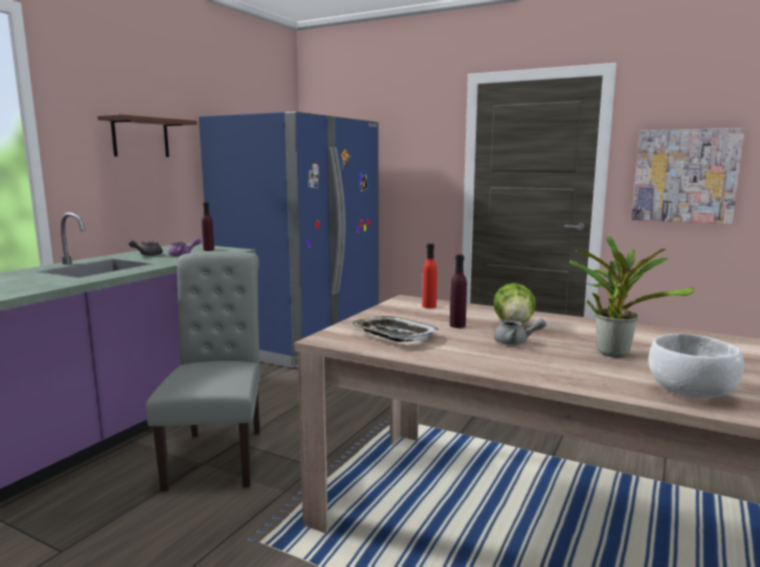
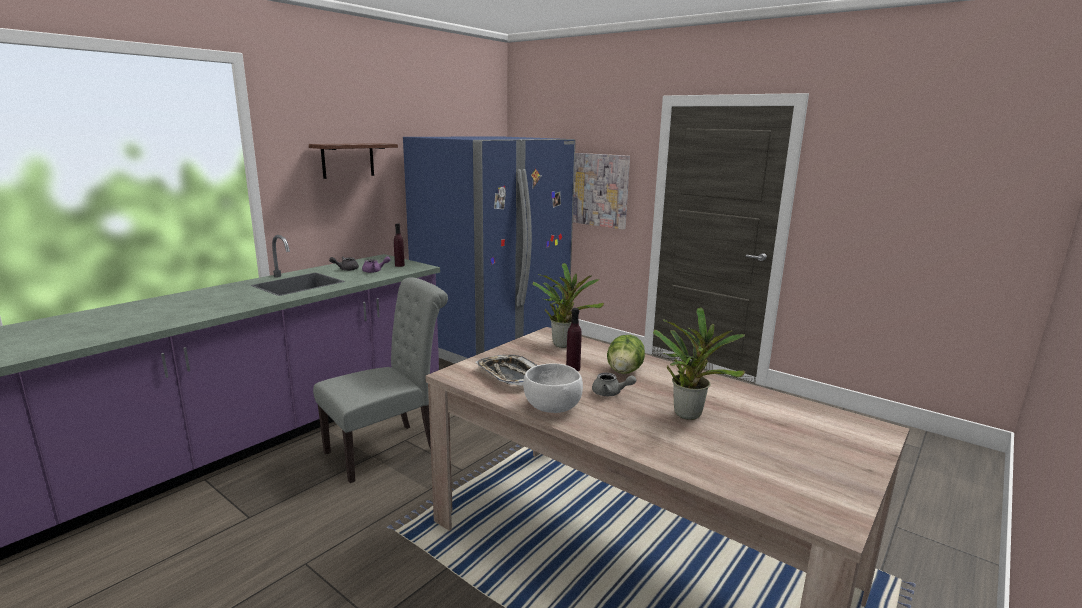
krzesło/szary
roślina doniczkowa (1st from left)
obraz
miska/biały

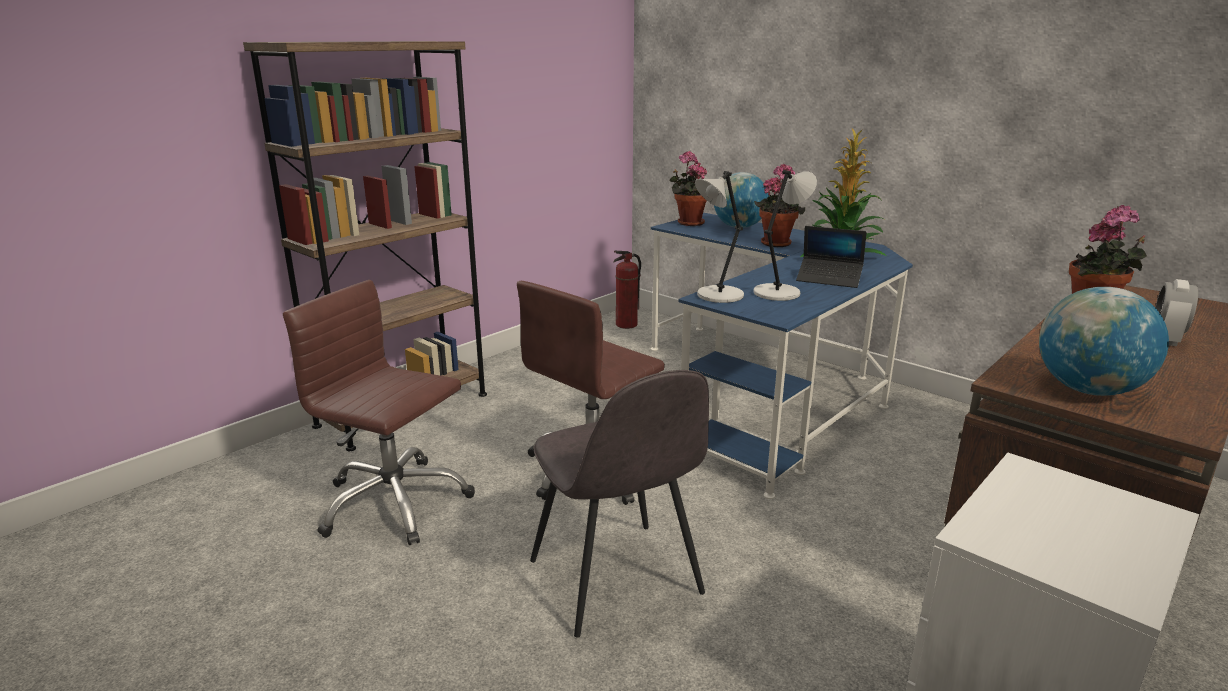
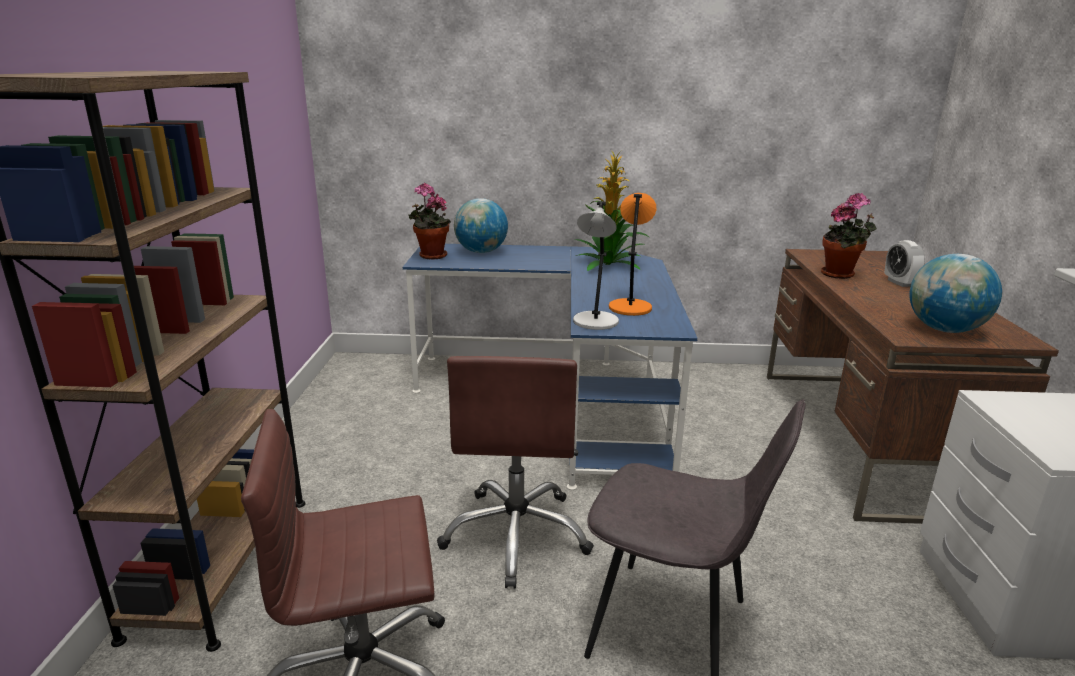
gaśnica
lampa stołowa/pomarańczowy
roślina doniczkowa (2nd from left in the first image)
laptop

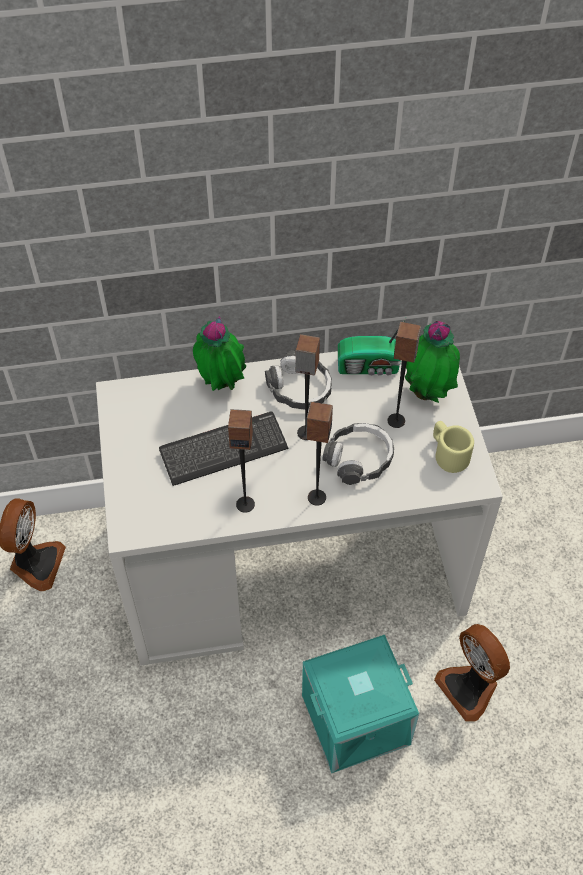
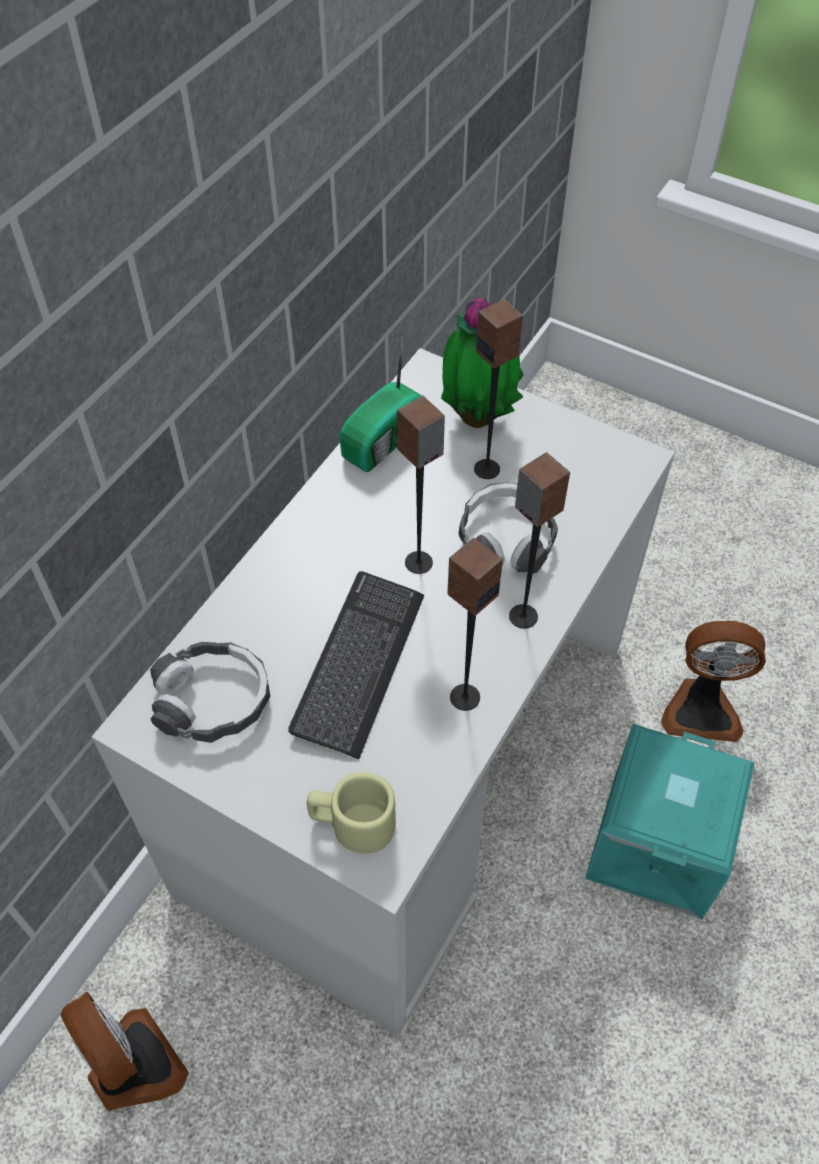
roślina doniczkowa (1st from left in the first image)
słuchawki (1st from left)
kubek/beżowy

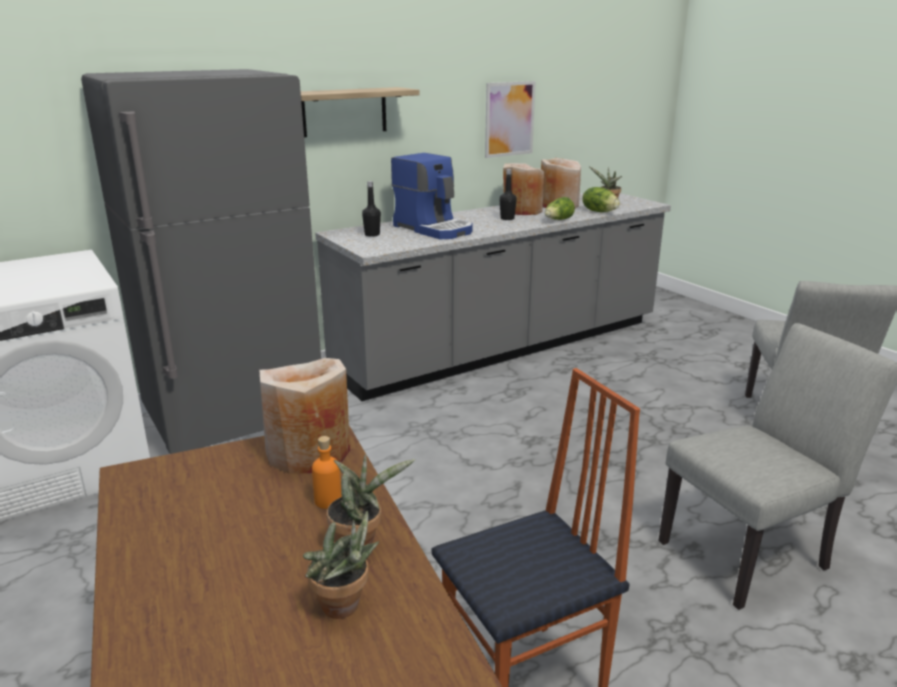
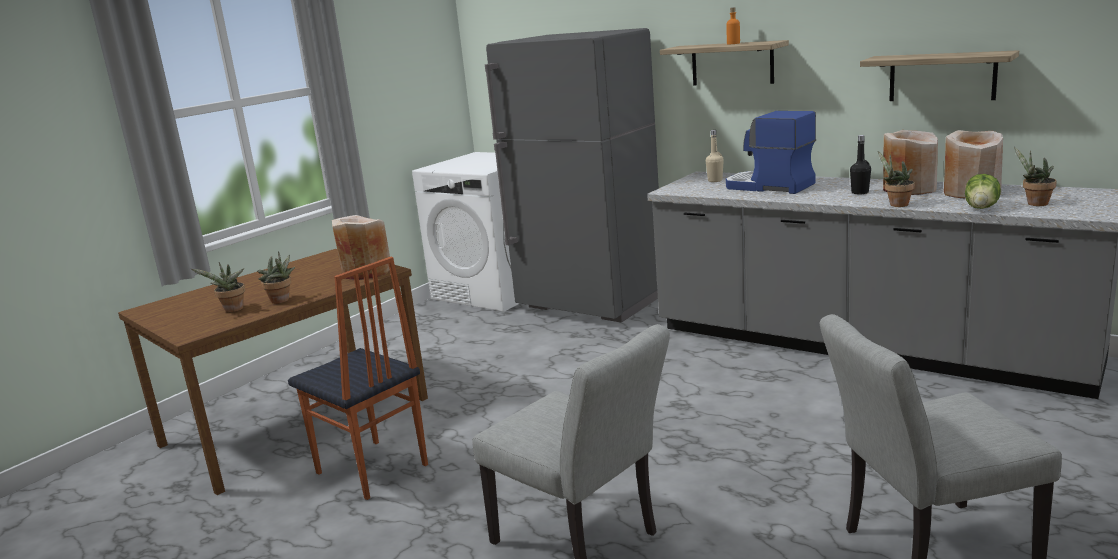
butelka/pomarańczowy
butelka/beżowy
ekspres do kawy
półka (2nd from left)
roślina doniczkowa (3rd from left)

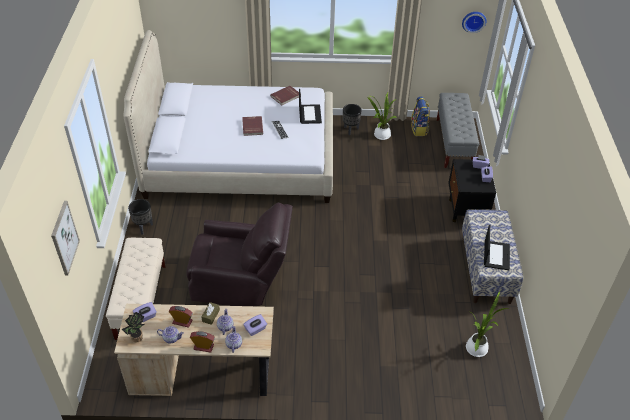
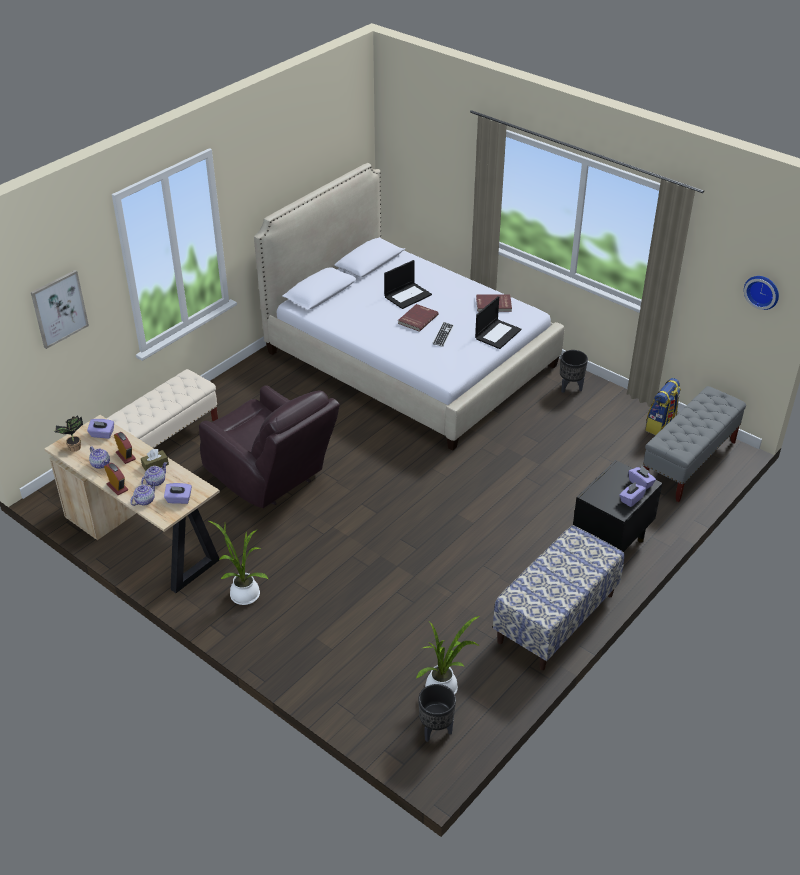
donica/czarny (1st from left)
roślina doniczkowa (2nd from left)
laptop (1st from left)

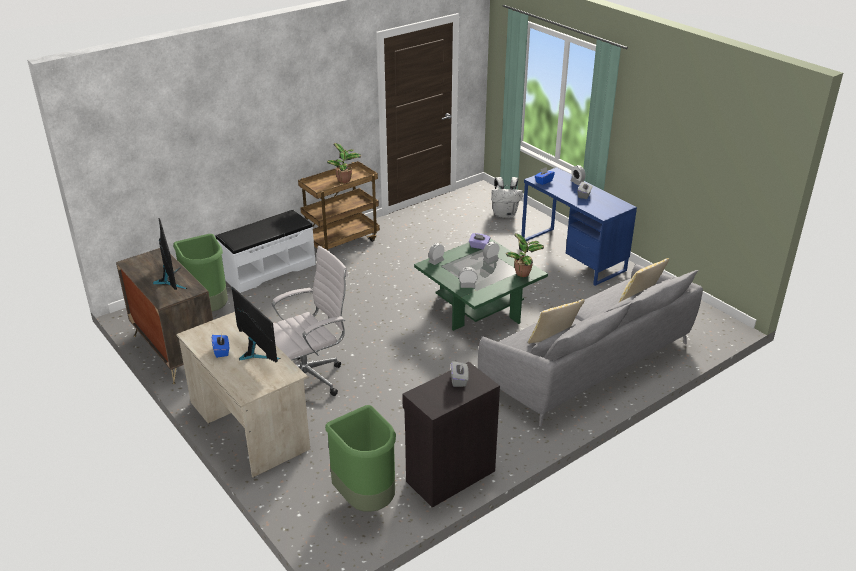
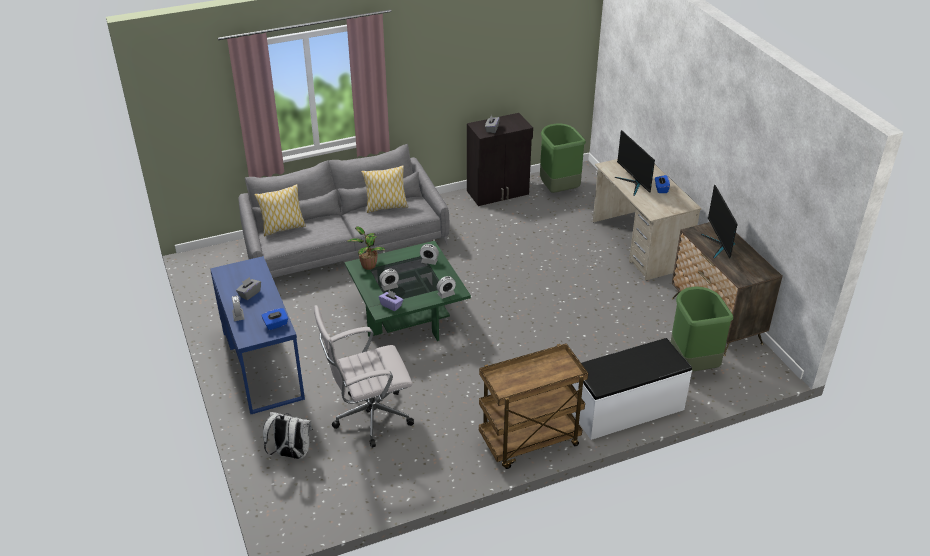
krzesło biurowe/biały
roślina doniczkowa (1st from left in the first image)

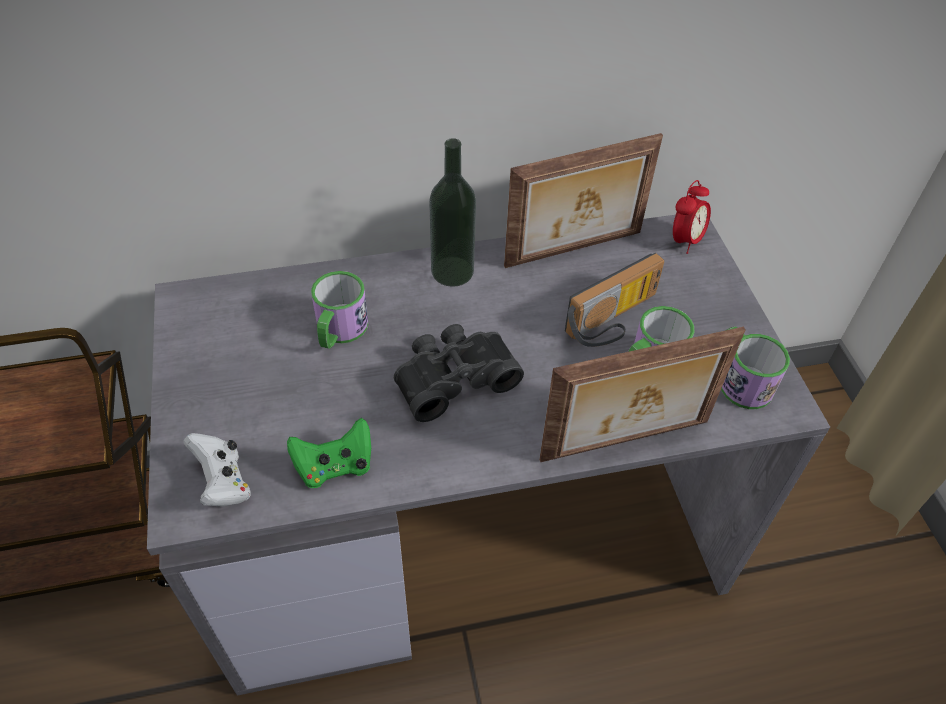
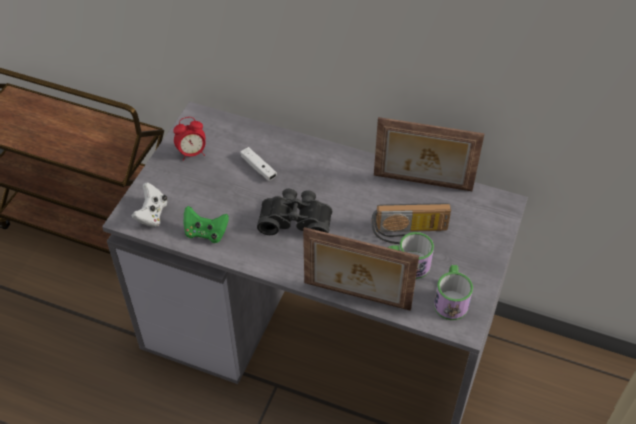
pad do gier/biały (2nd from left)
butelka
budzik

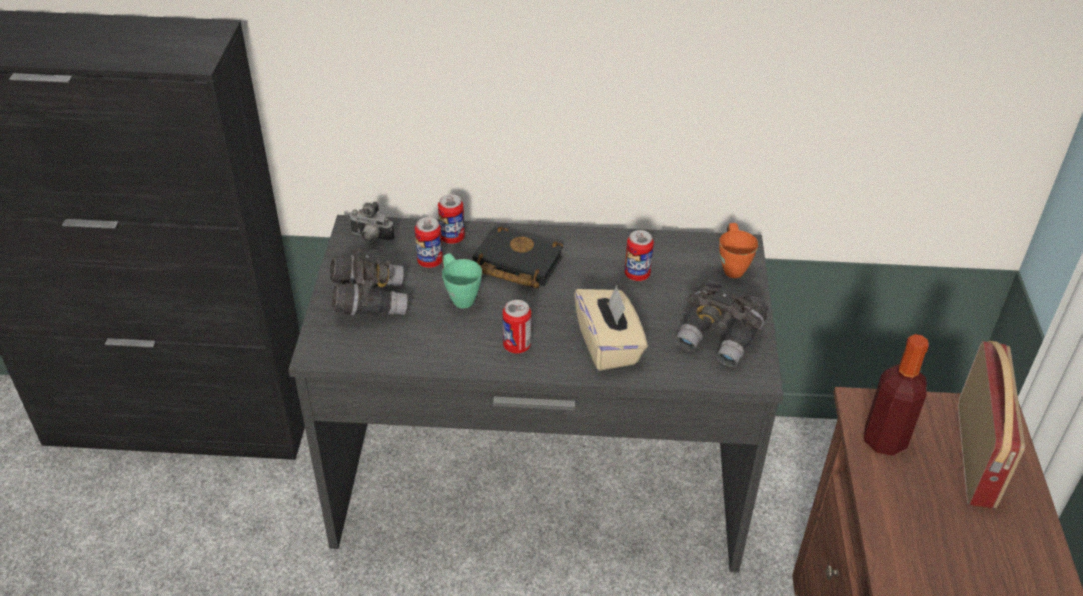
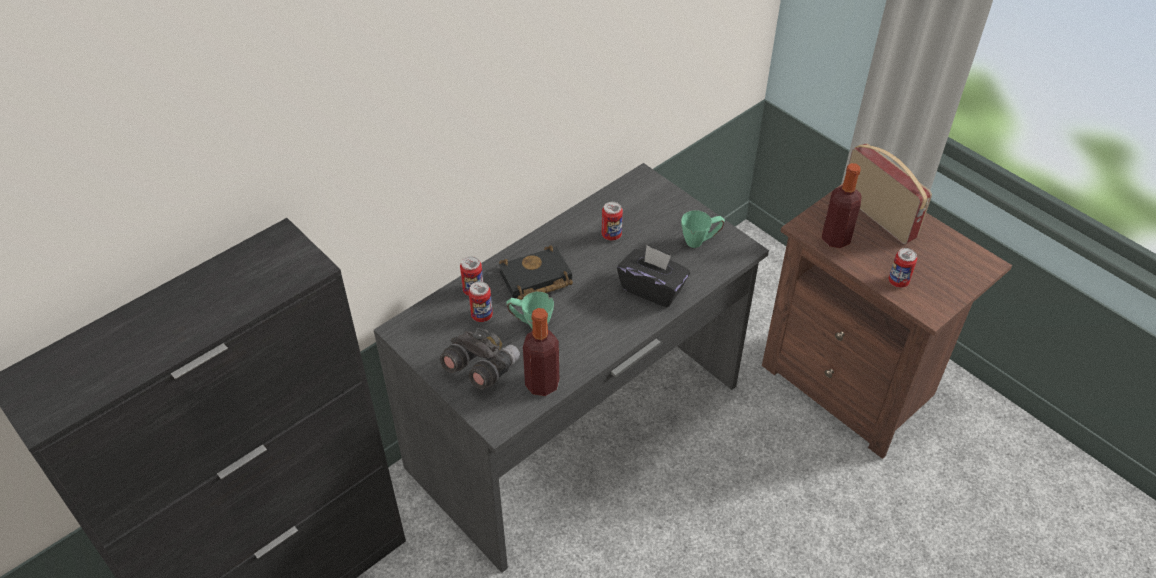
aparat fotograficzny
puszka (4th from left)
pudełko chusteczek/czarny
kubek/zielony (2nd from left)
kubek/pomarańczowy
butelka (1st from left)

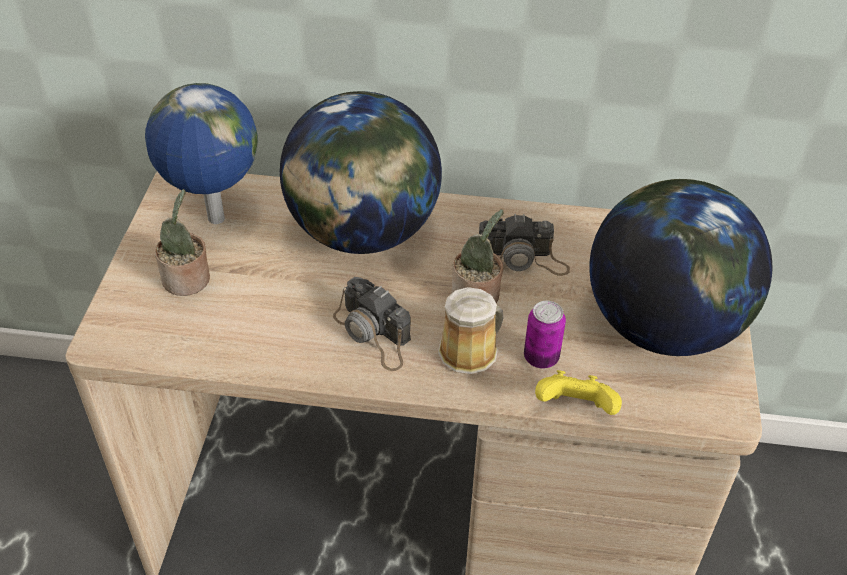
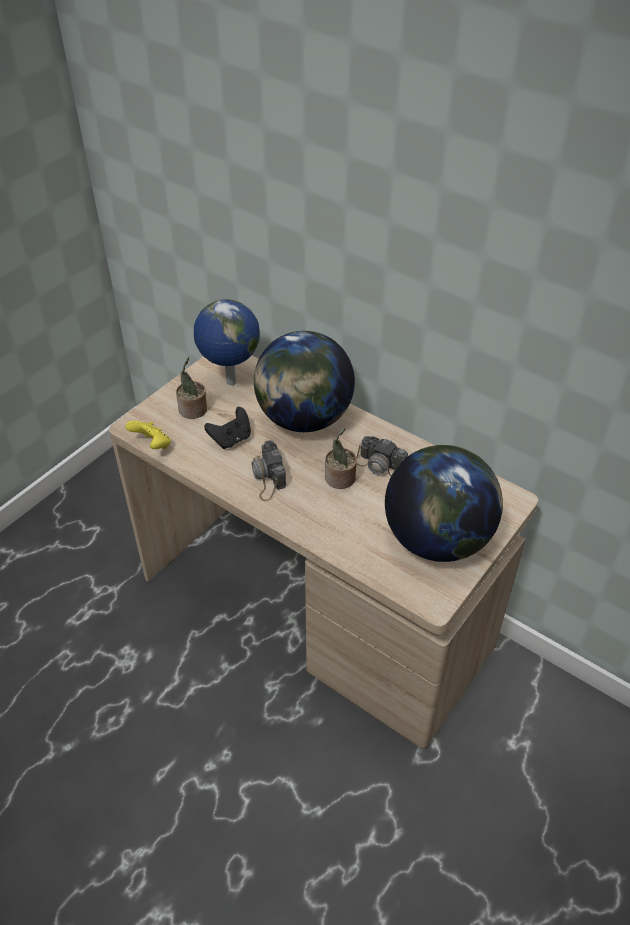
kubek
puszka
pad do gier/żółty
pad do gier/czarny

